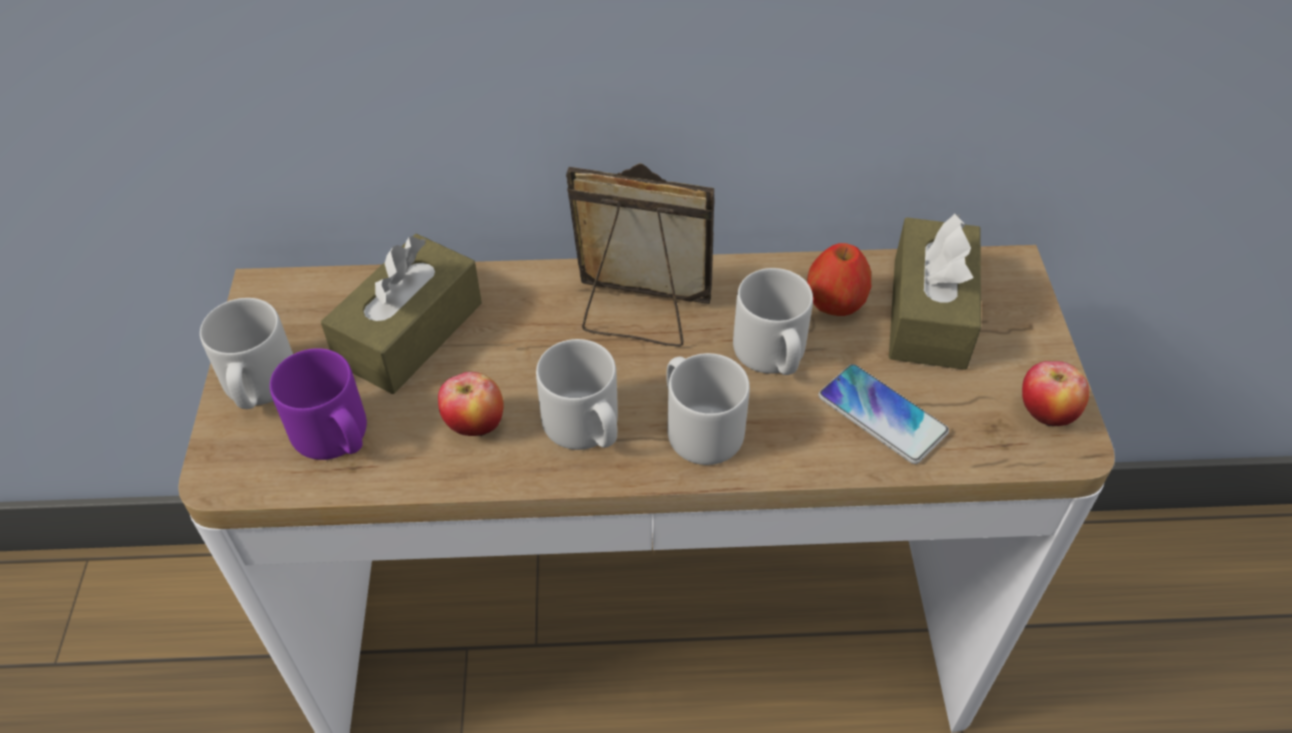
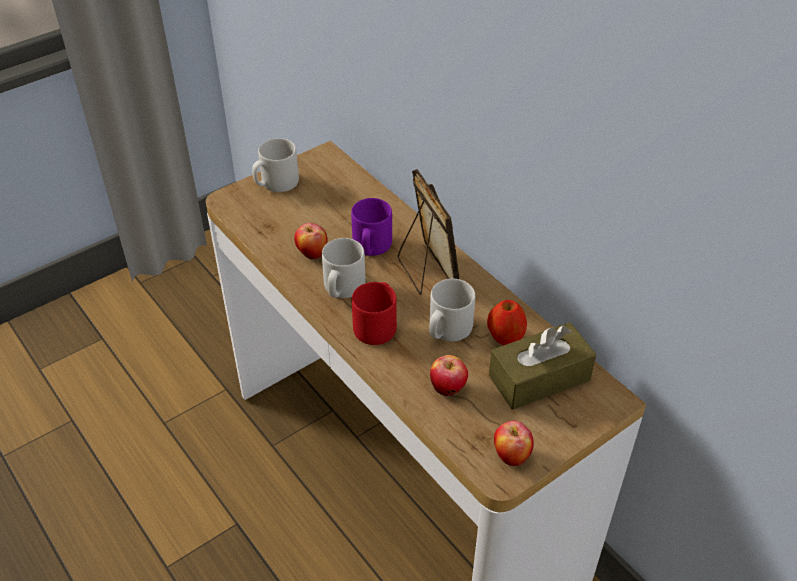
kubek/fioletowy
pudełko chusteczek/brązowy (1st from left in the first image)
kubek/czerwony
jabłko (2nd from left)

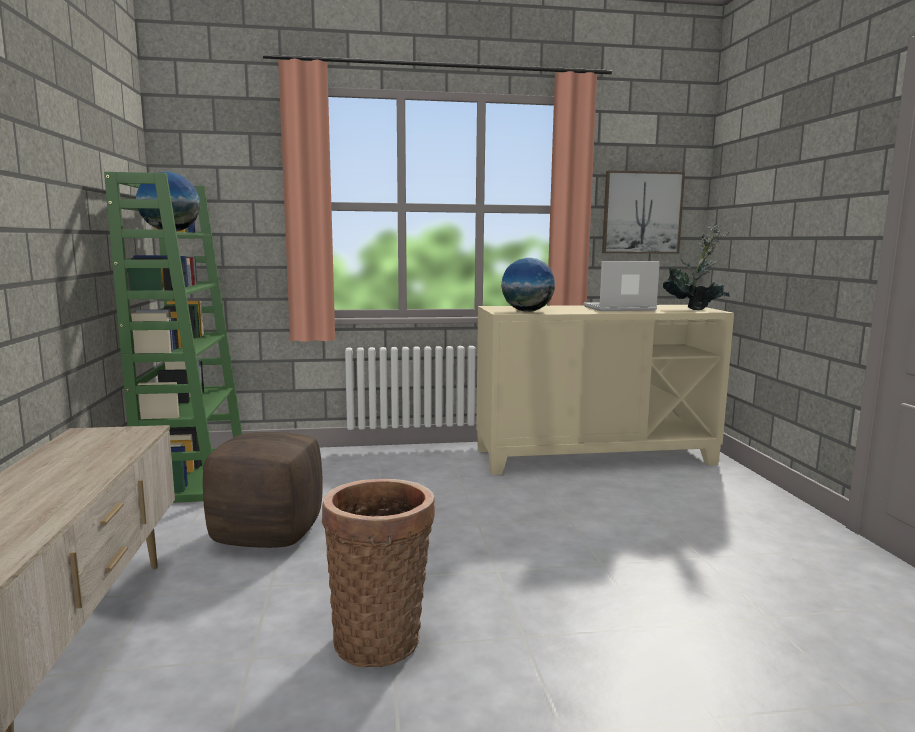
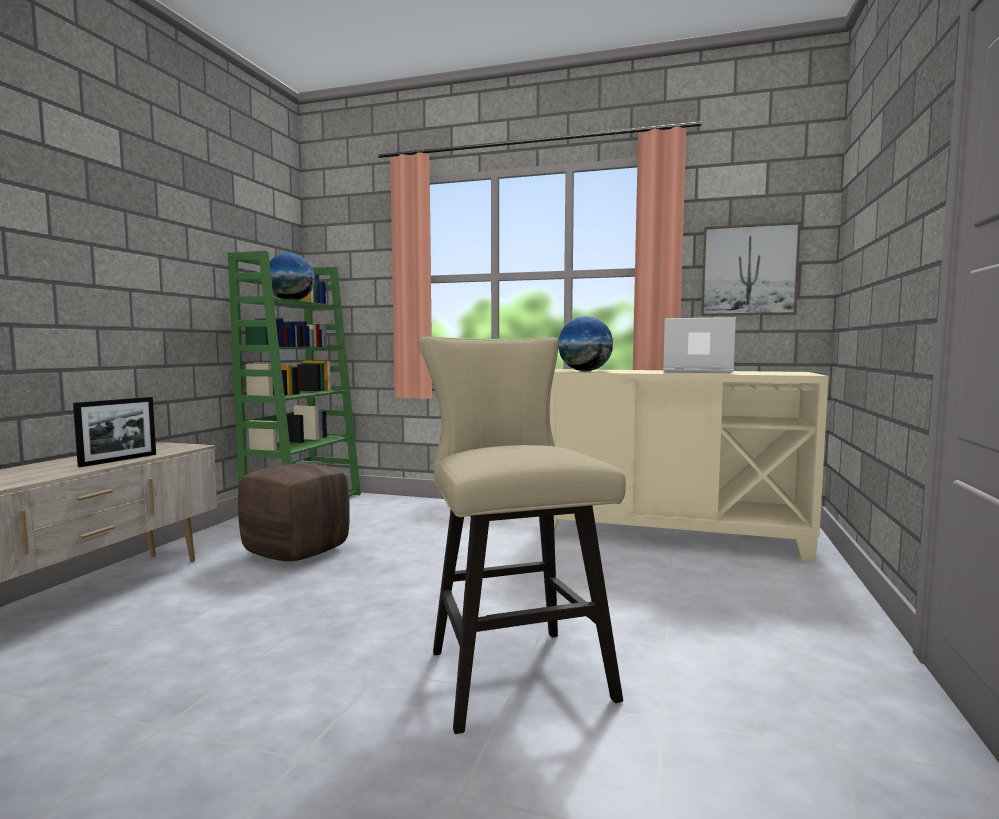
koszyk
roślina doniczkowa
ramka na zdjęcie
stołek/beżowy

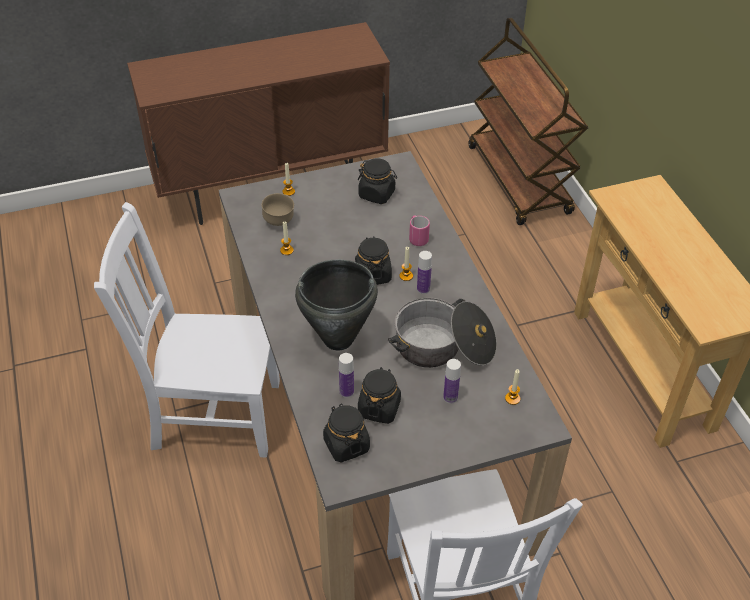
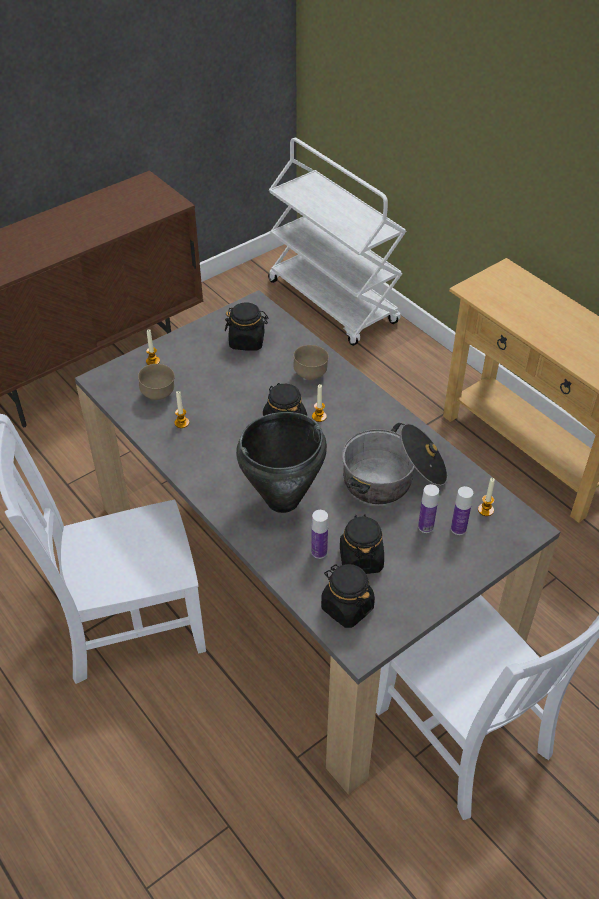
miska/brązowy (2nd from left)
butelka (3rd from left)
wózek/biały

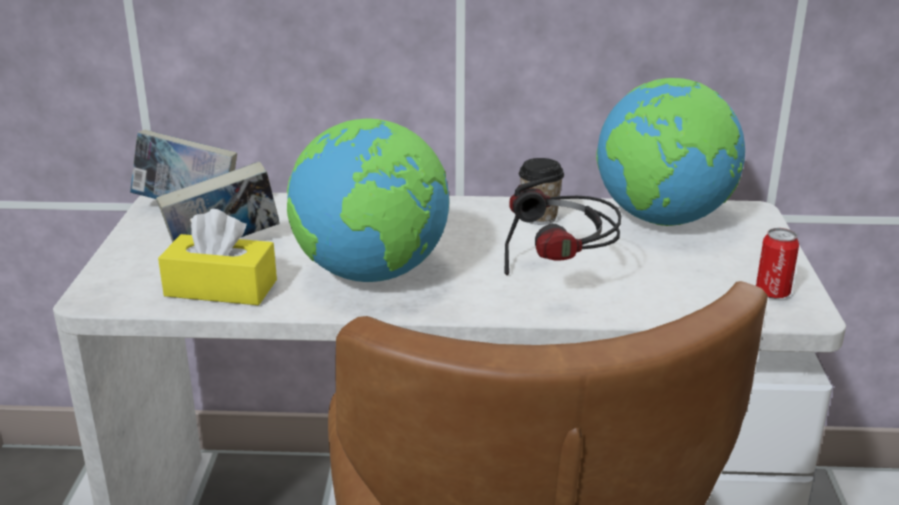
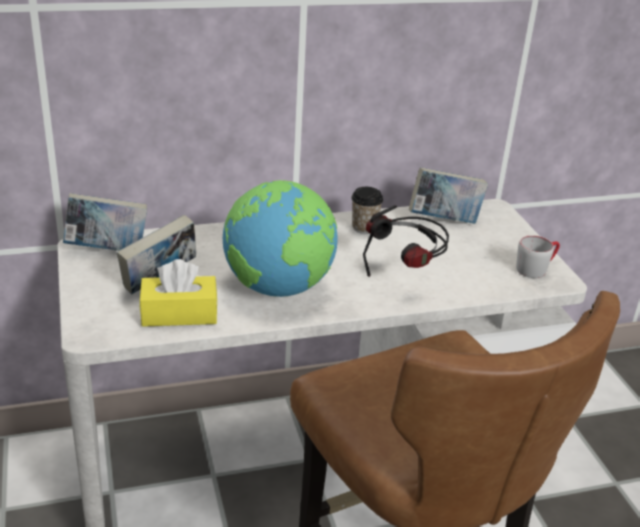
książka (3rd from left)
kubek/szary

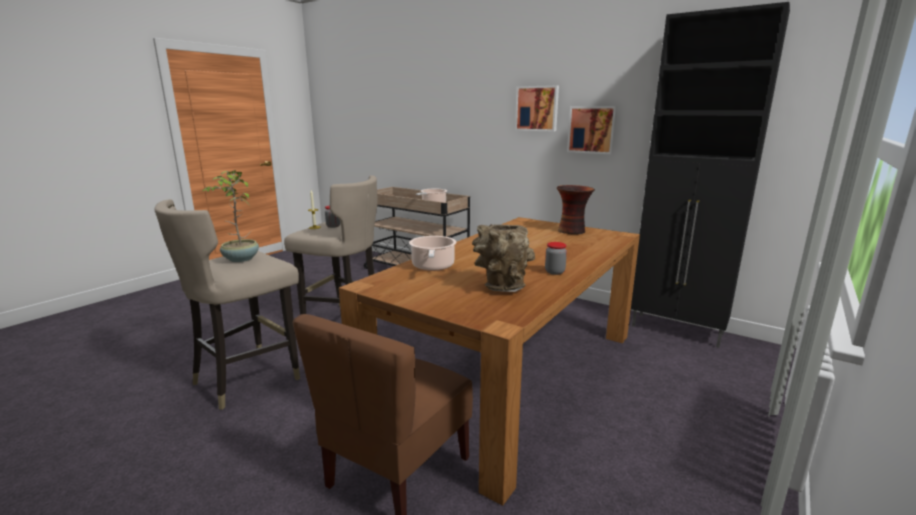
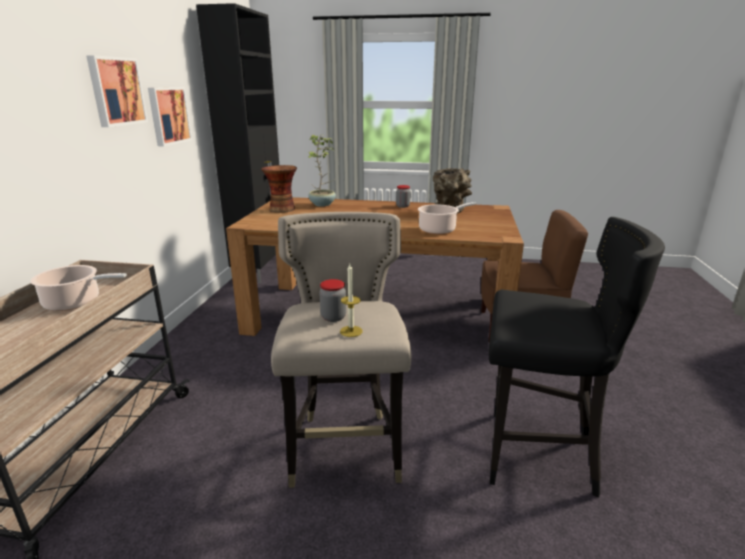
stołek/czarny
roślina doniczkowa

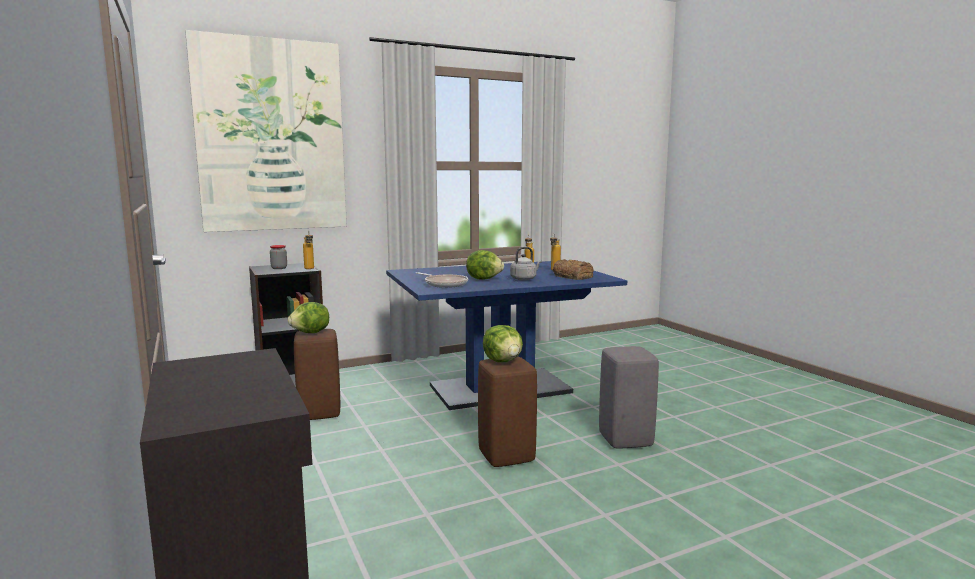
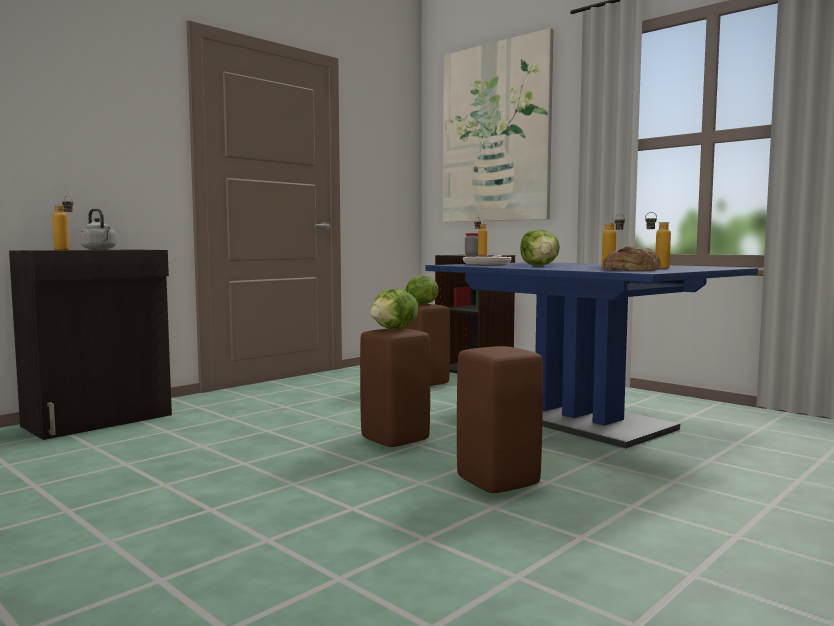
czajnik/szary
stołek/brązowy (3rd from left)
butelka (1st from left)

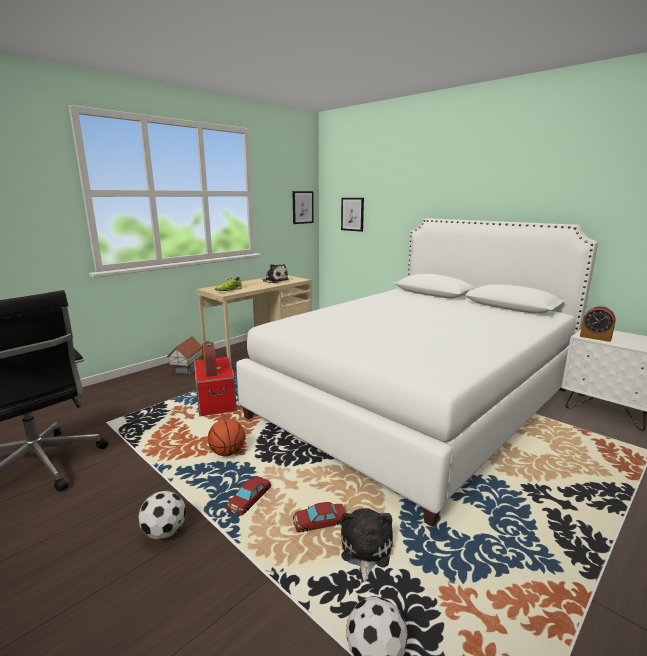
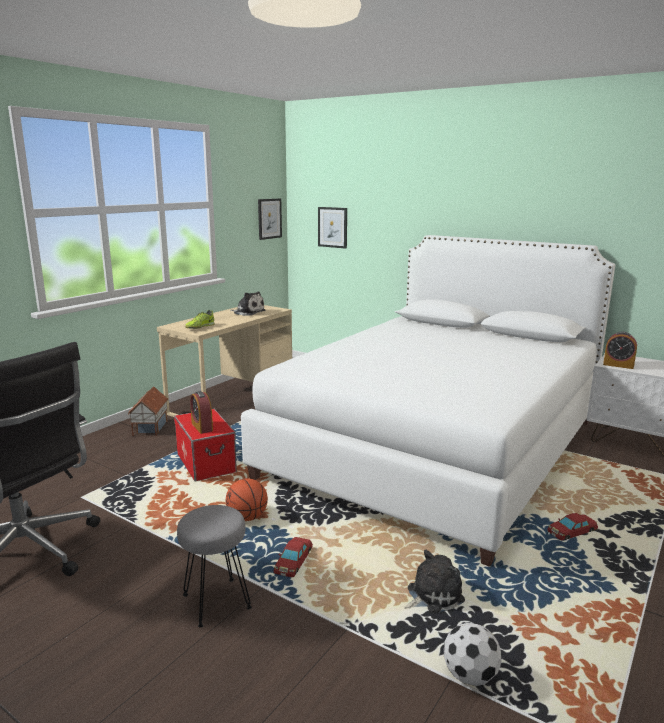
stołek/szary
samochodzik/czerwony (2nd from left)
pluszak (2nd from left)

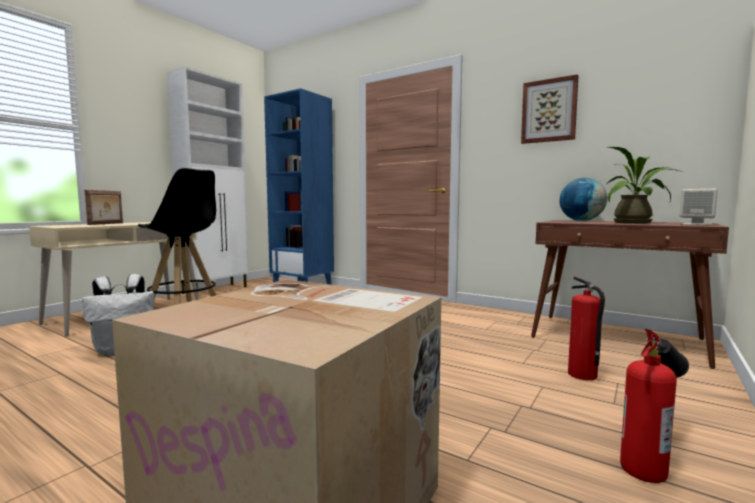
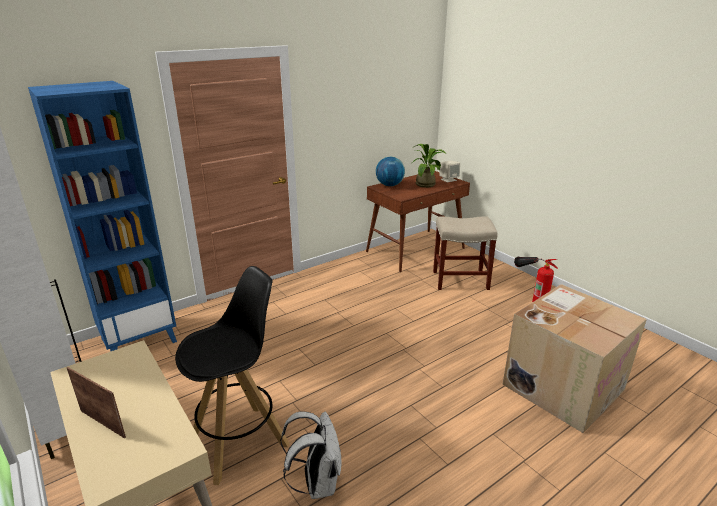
obraz
stołek/beżowy

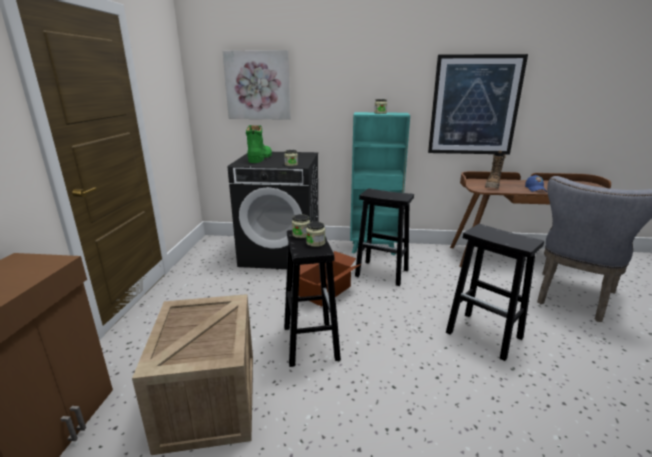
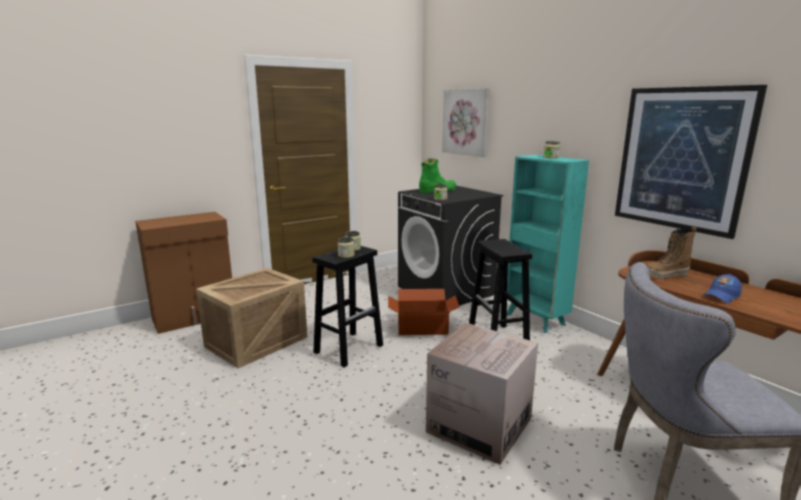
karton (2nd from left)

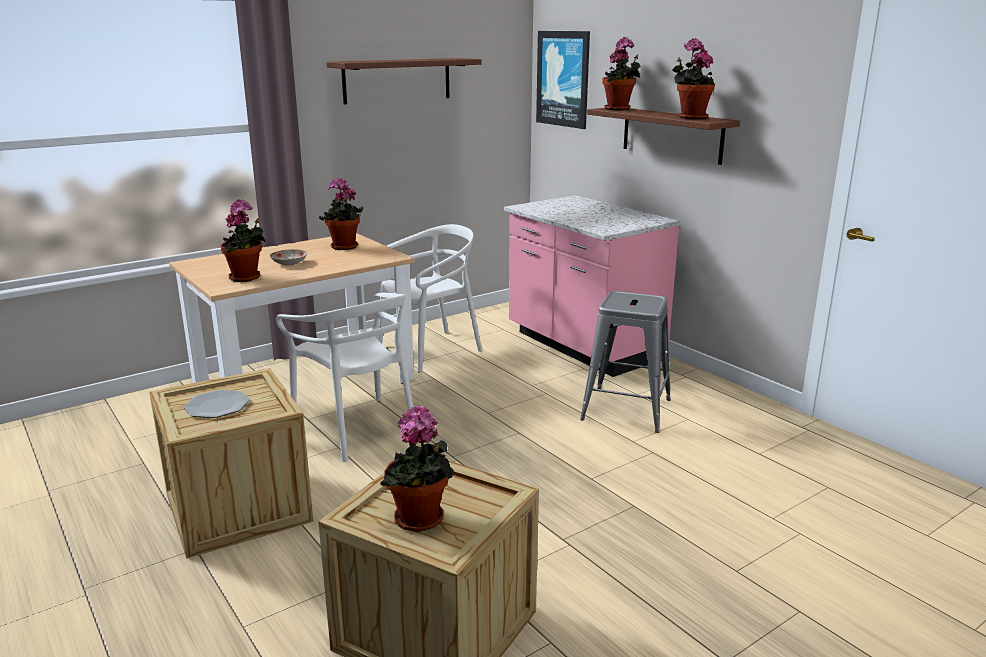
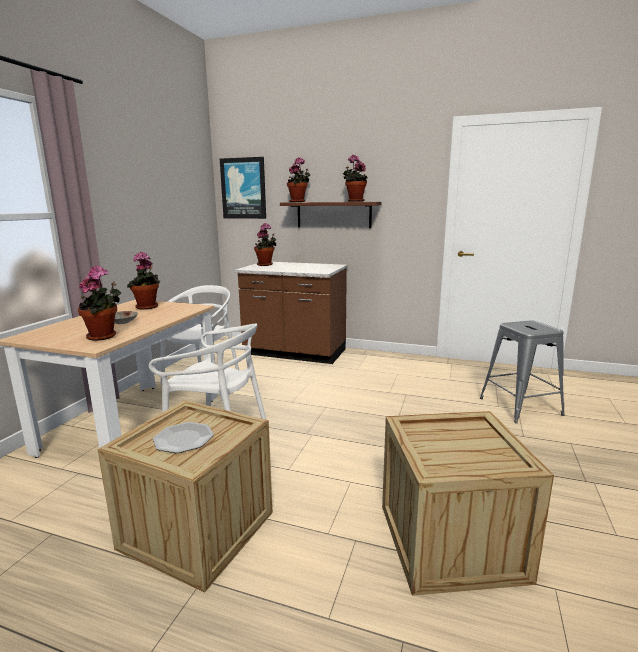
półka/brązowy (1st from left in the first image)
roślina doniczkowa (3rd from left)
zabudowa kuchenna/brązowy
stołek/szary

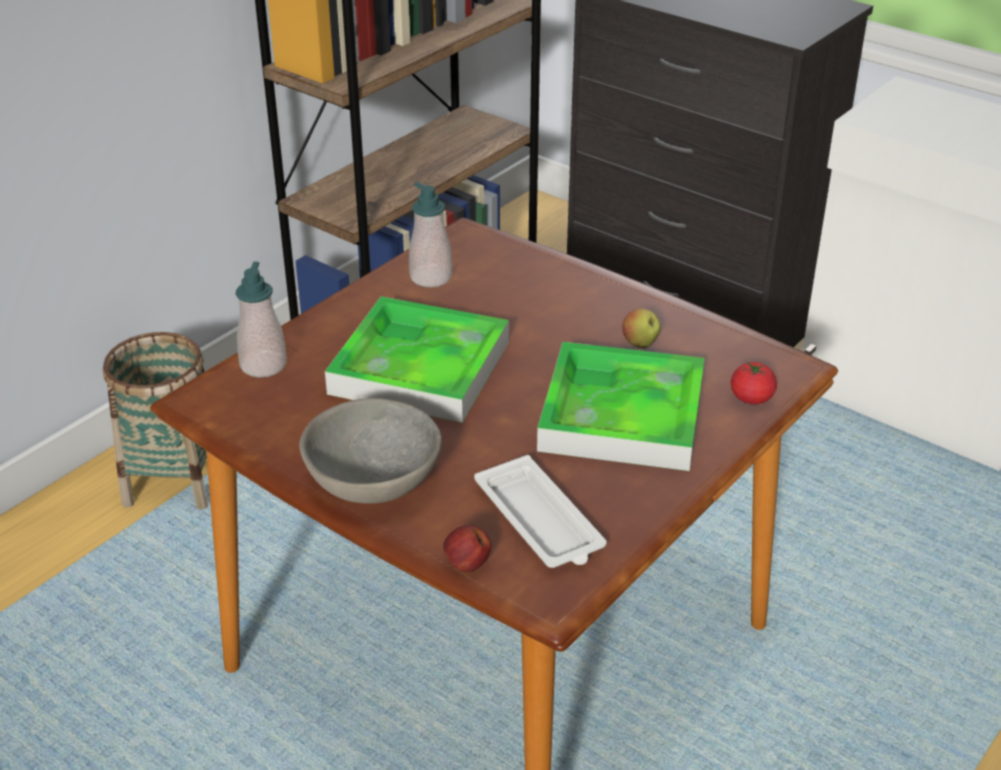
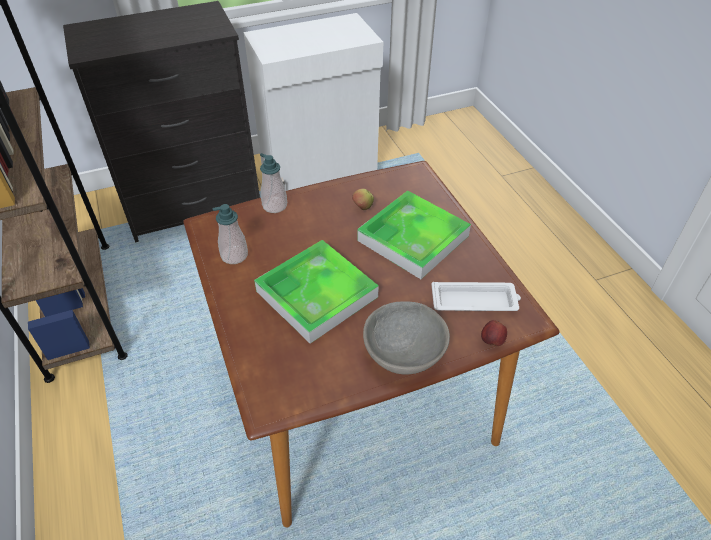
koszyk
dozownik mydła (2nd from left)
pomidor

